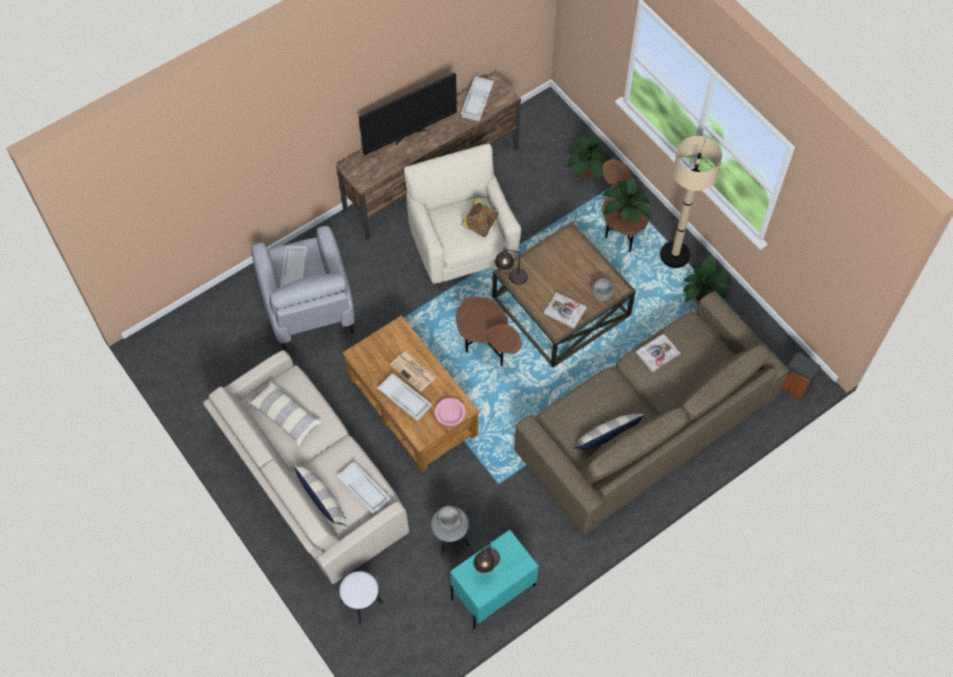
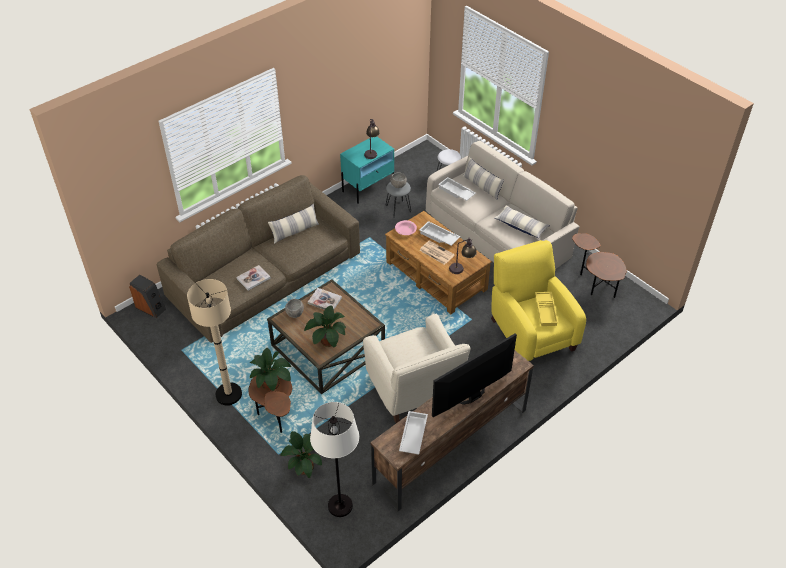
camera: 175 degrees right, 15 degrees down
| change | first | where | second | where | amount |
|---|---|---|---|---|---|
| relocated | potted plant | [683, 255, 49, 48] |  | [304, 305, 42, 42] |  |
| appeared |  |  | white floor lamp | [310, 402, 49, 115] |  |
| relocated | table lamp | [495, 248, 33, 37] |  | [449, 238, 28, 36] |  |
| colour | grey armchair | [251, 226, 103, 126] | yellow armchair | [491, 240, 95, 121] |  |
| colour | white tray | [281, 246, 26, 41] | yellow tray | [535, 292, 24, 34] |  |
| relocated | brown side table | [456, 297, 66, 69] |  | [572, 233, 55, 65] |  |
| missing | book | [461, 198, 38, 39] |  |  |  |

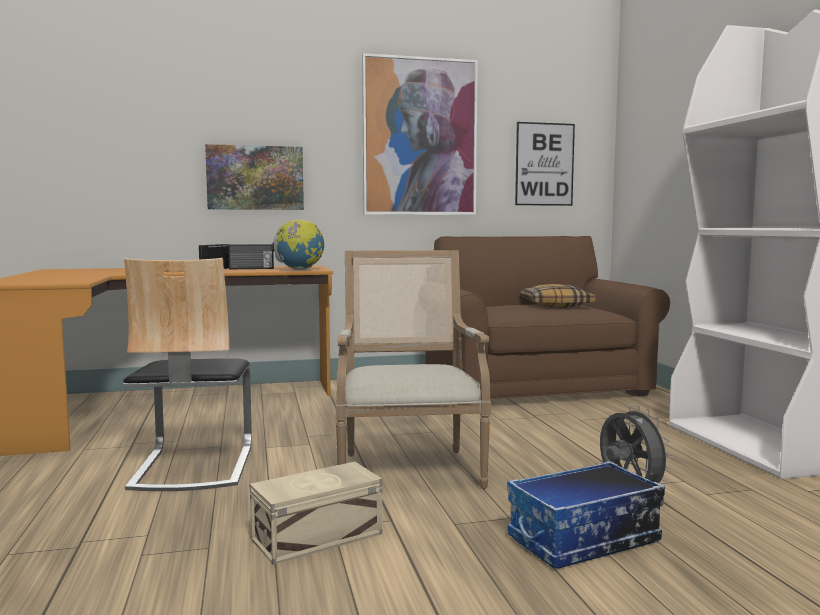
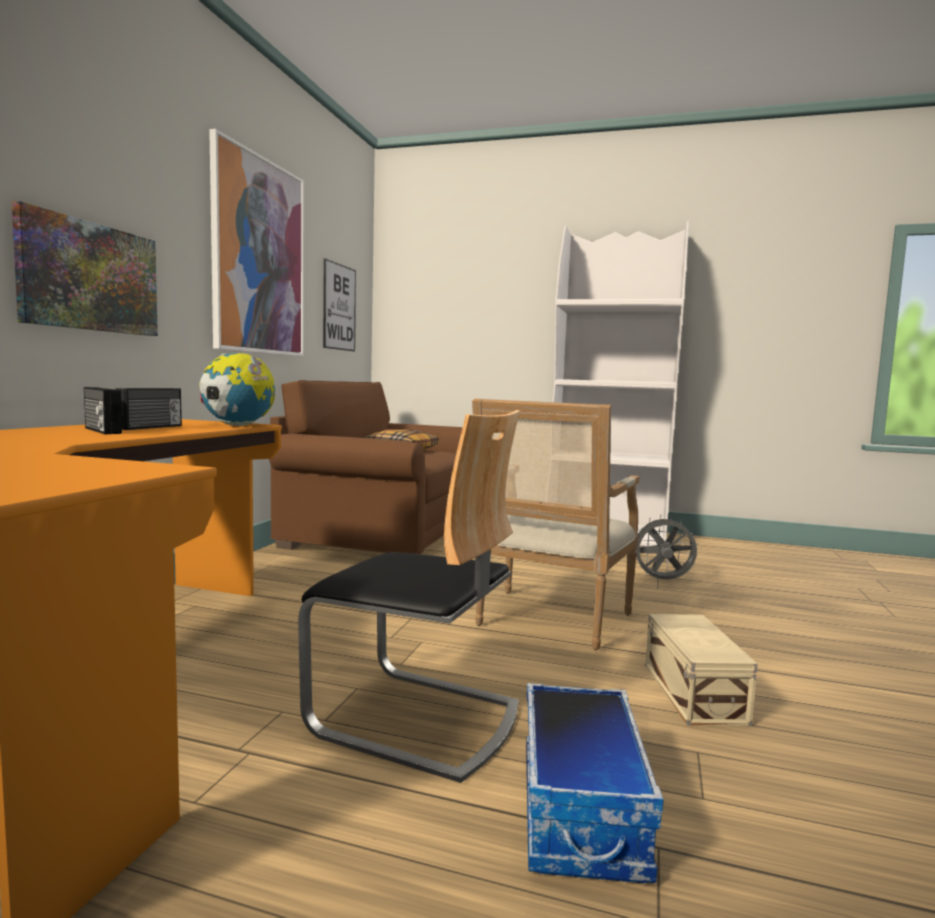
camera: 60 degrees left, 0 degrees up
| change | first | where | second | where | amount |
|---|---|---|---|---|---|
| spun | armchair | [336, 250, 155, 239] |  | [472, 399, 168, 251] | 90 degrees counterclockwise |
| relocated | storage box | [507, 461, 158, 108] |  | [526, 683, 138, 200] |  |

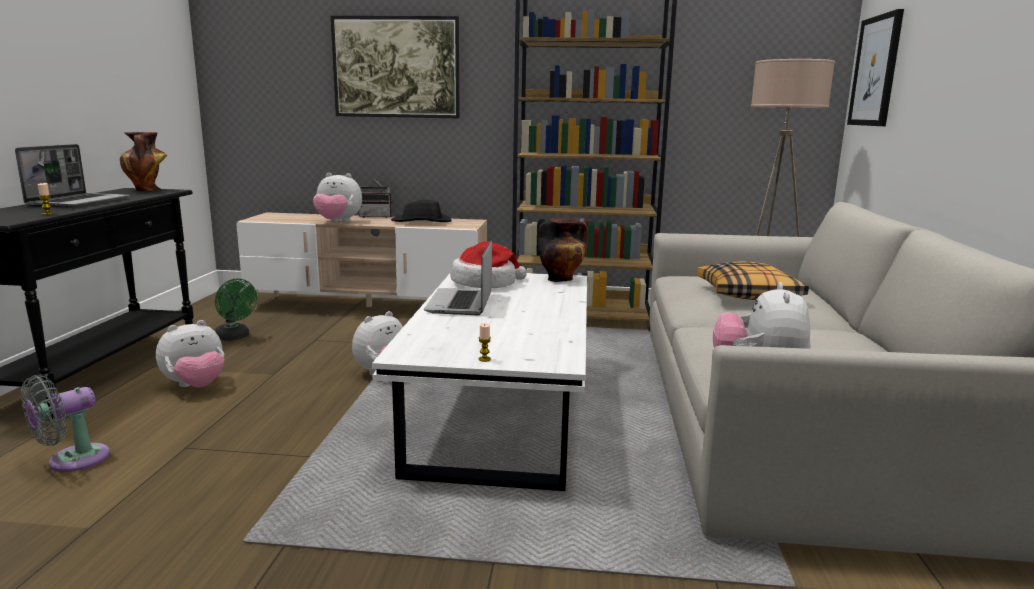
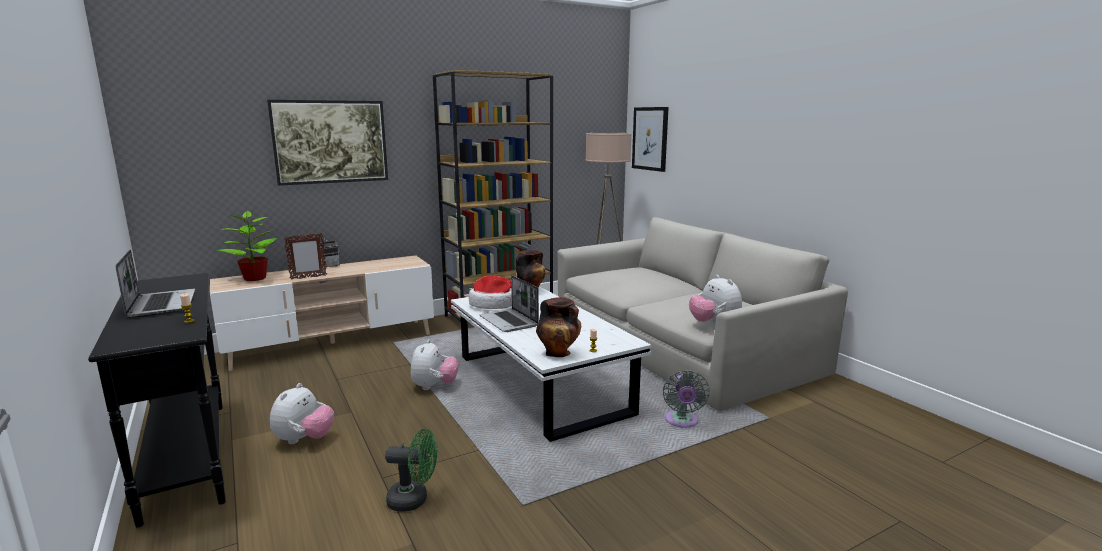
camera: 35 degrees left, 0 degrees up
| change | first | where | second | where | amount |
|---|---|---|---|---|---|
| appeared |  |  | potted plant | [216, 211, 62, 70] |  |
| exchanged | plush toy | [313, 173, 49, 49] | picture frame | [284, 233, 43, 47] |  |
| relocated | green fan | [215, 278, 42, 63] |  | [385, 429, 52, 83] |  |
| relocated | vase | [120, 132, 47, 59] |  | [536, 297, 45, 60] |  |
| relocated | grey fan | [21, 375, 89, 97] |  | [663, 370, 47, 58] |  |
| missing | black hat | [391, 200, 61, 22] |  |  |  |
| missing | pillow | [697, 261, 112, 39] |  |  |  |

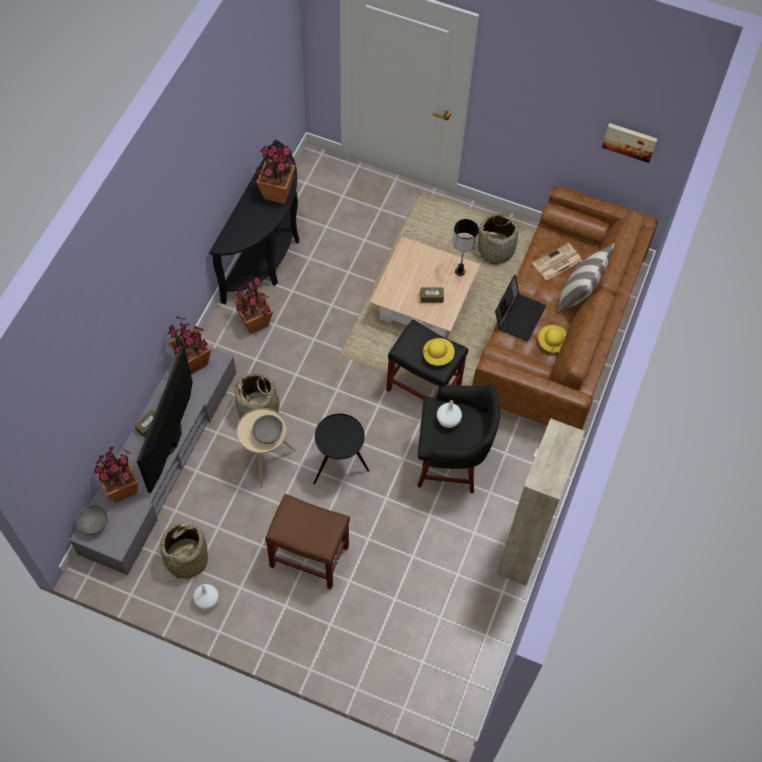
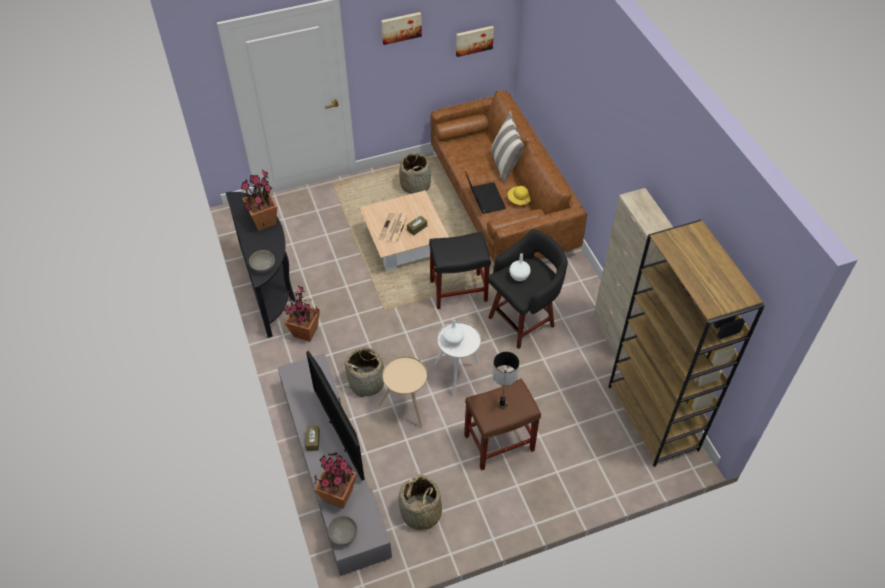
camera: 40 degrees left, 10 degrees down
| change | first | where | second | where | amount |
|---|---|---|---|---|---|
| relocated | grey bowl | [252, 415, 31, 29] |  | [249, 250, 26, 23] |  |
| relocated | newspaper | [532, 243, 50, 38] |  | [378, 212, 30, 31] |  |
| appeared |  |  | picture | [381, 12, 41, 33] |  |
| colour | black side table | [313, 414, 56, 71] | white side table | [434, 322, 47, 76] |  |
| relocated | white vase | [193, 584, 26, 25] |  | [443, 318, 21, 28] |  |
| relocated | table lamp | [452, 219, 27, 57] |  | [493, 352, 26, 57] |  |
| appeared |  |  | brown bookcase | [608, 220, 157, 247] |  |
| missing | potted plant | [167, 316, 44, 58] |  |  |  |
| missing | yellow hat | [422, 338, 33, 27] |  |  |  |

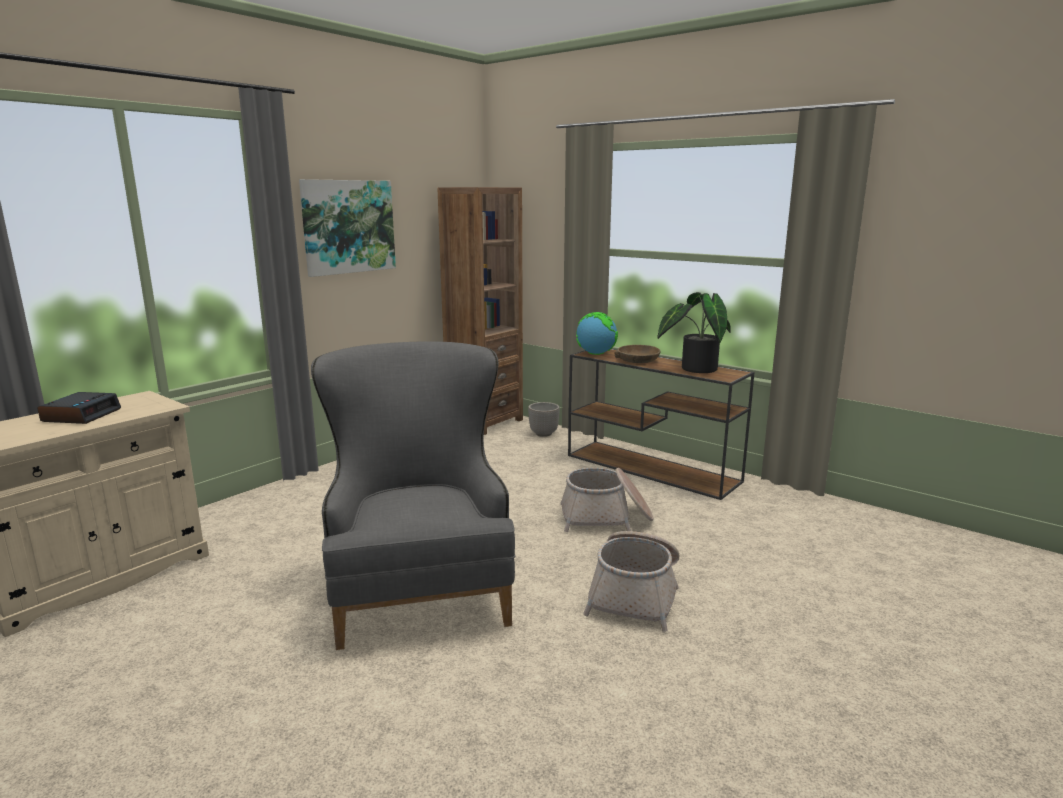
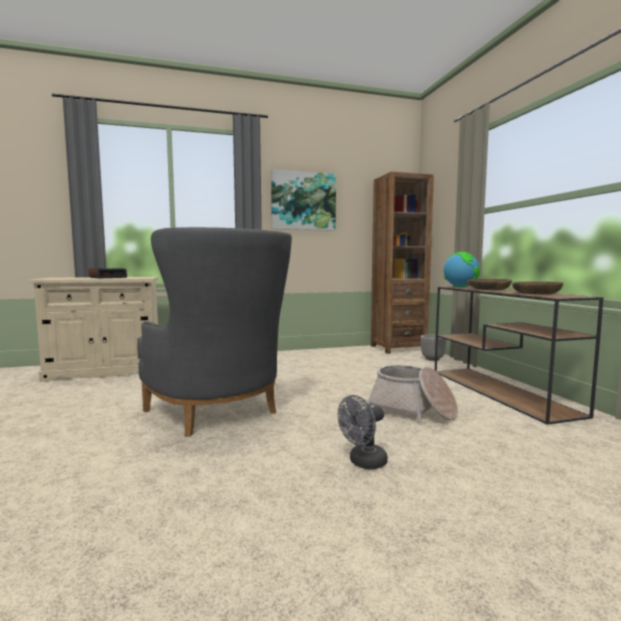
camera: 35 degrees right, 10 degrees down
| change | first | where | second | where | amount |
|---|---|---|---|---|---|
| spun | grey armchair | [311, 341, 204, 309] |  | [137, 227, 155, 210] | 120 degrees clockwise |
| exchanged | basket | [583, 531, 97, 101] | grey fan | [338, 395, 50, 74] |  |
| exchanged | potted plant | [657, 292, 74, 81] | brown bowl | [512, 281, 51, 13] |  |

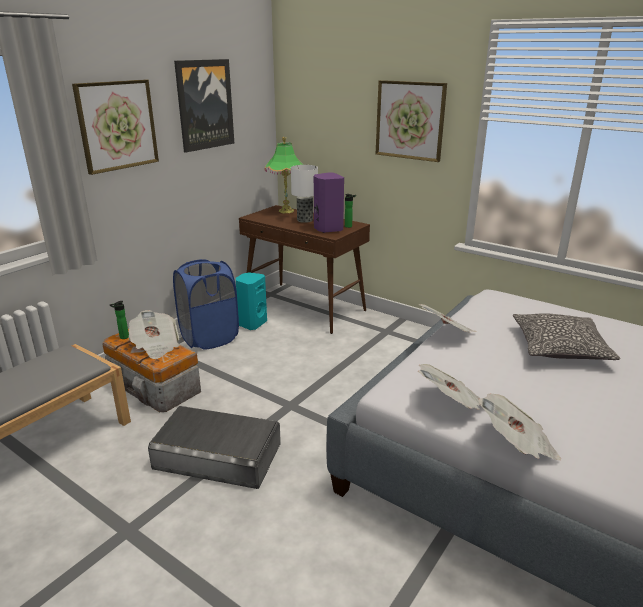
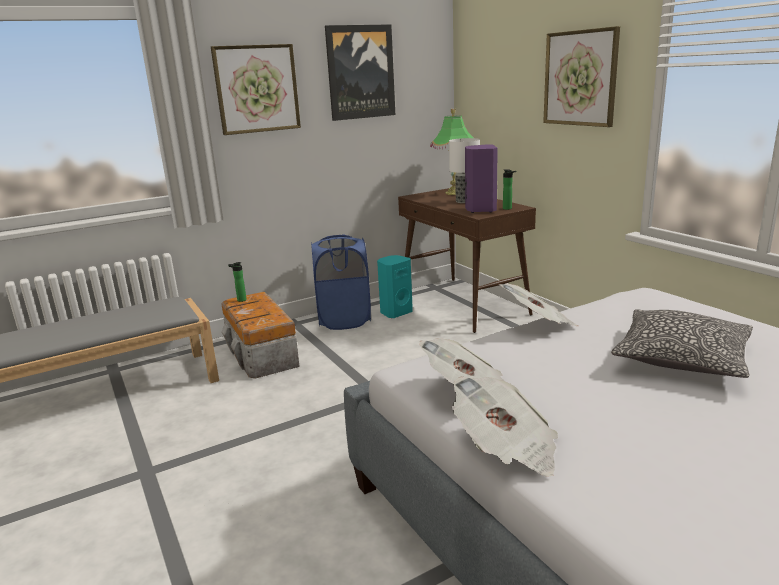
camera: 25 degrees right, 5 degrees down
| change | first | where | second | where | amount |
|---|---|---|---|---|---|
| missing | newspaper | [129, 310, 51, 49] |  |  |  |
| missing | grey storage box | [148, 406, 133, 83] |  |  |  |

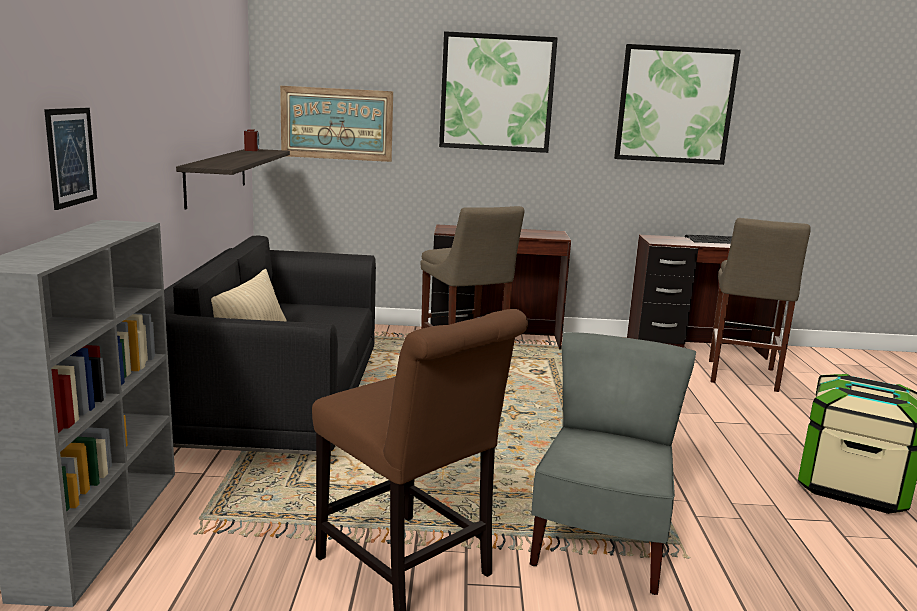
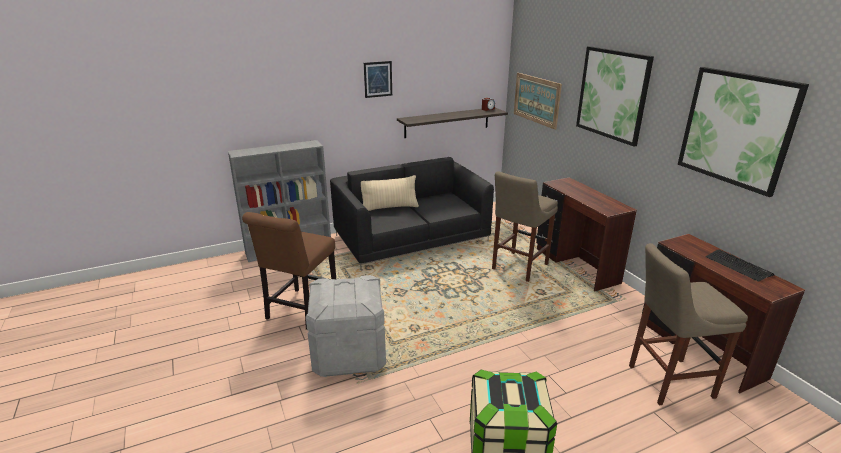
camera: 65 degrees right, 10 degrees up
| change | first | where | second | where | amount |
|---|---|---|---|---|---|
| exchanged | grey chair | [530, 332, 166, 263] | grey storage box | [306, 275, 80, 102] |  |
| relocated | picture | [44, 108, 53, 102] |  | [364, 61, 28, 37] |  |

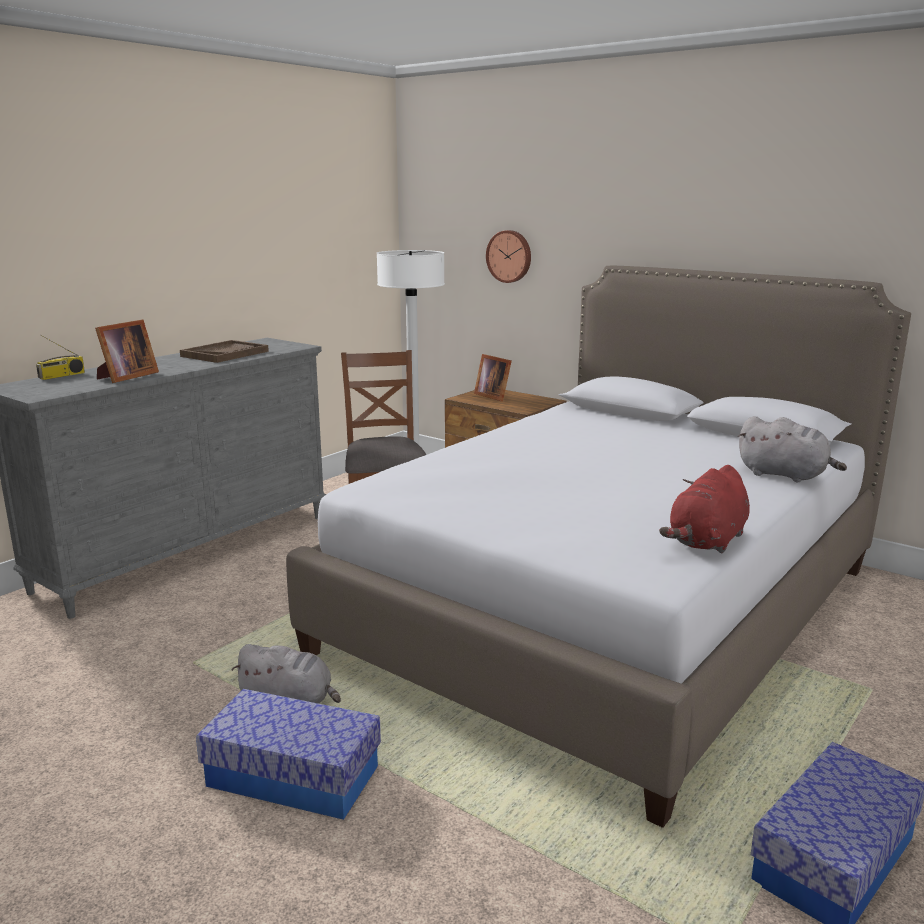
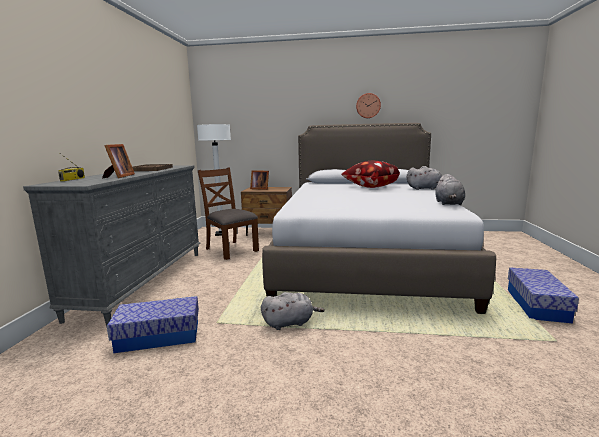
camera: 30 degrees left, 5 degrees down
| change | first | where | second | where | amount |
|---|---|---|---|---|---|
| relocated | storage box | [196, 689, 185, 131] |  | [107, 296, 92, 57] |  |
| appeared |  |  | pillow | [341, 161, 59, 27] |  |
| relocated | wall clock | [486, 230, 45, 53] |  | [356, 93, 25, 25] |  |
| colour | red plush toy | [659, 465, 91, 88] | grey plush toy | [435, 174, 30, 31] |  |

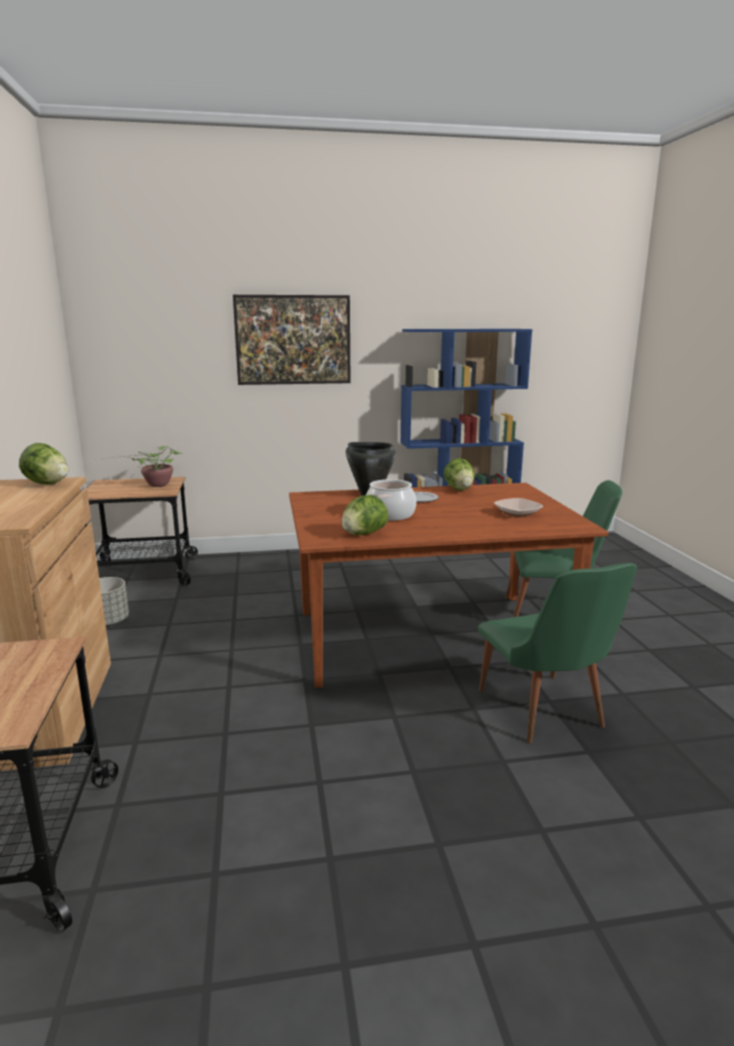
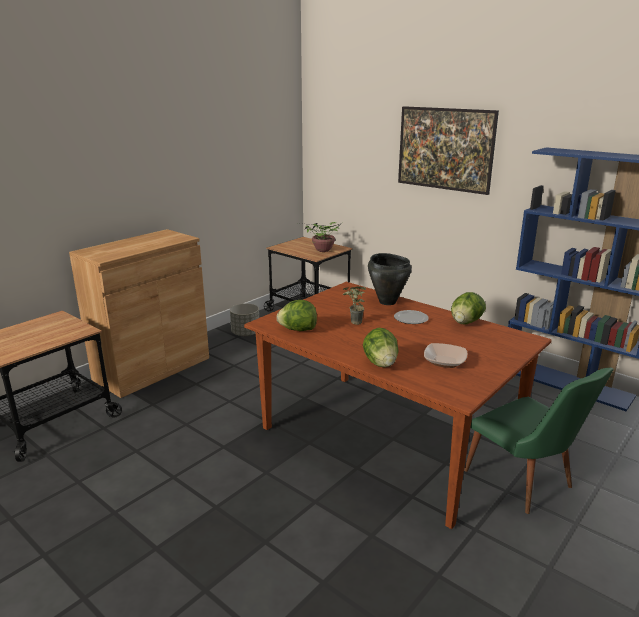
camera: 50 degrees right, 5 degrees up
| change | first | where | second | where | amount |
|---|---|---|---|---|---|
| exchanged | cooking pot | [366, 479, 50, 42] | potted plant | [343, 286, 23, 39] |  |
| relocated | lettuce | [19, 443, 50, 42] |  | [363, 328, 35, 39] |  |
| missing | green chair | [478, 563, 159, 180] |  |  |  |

